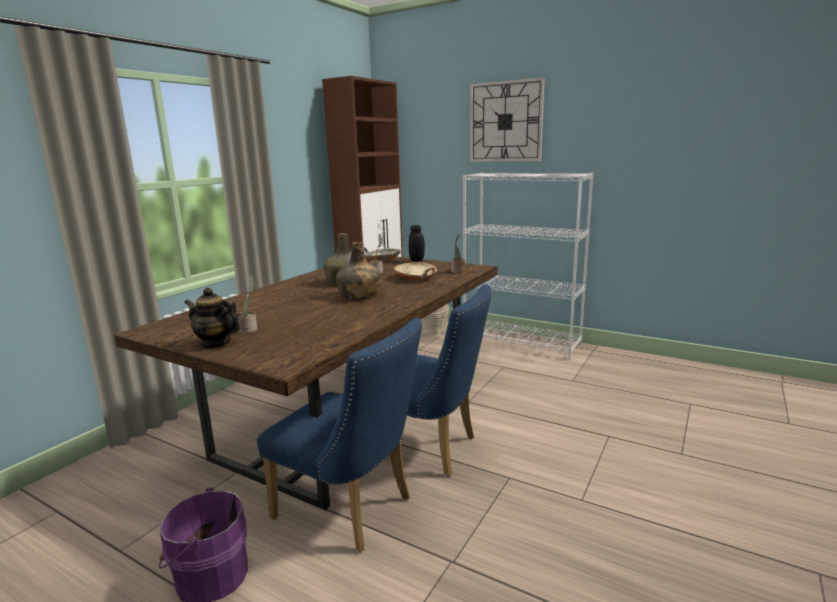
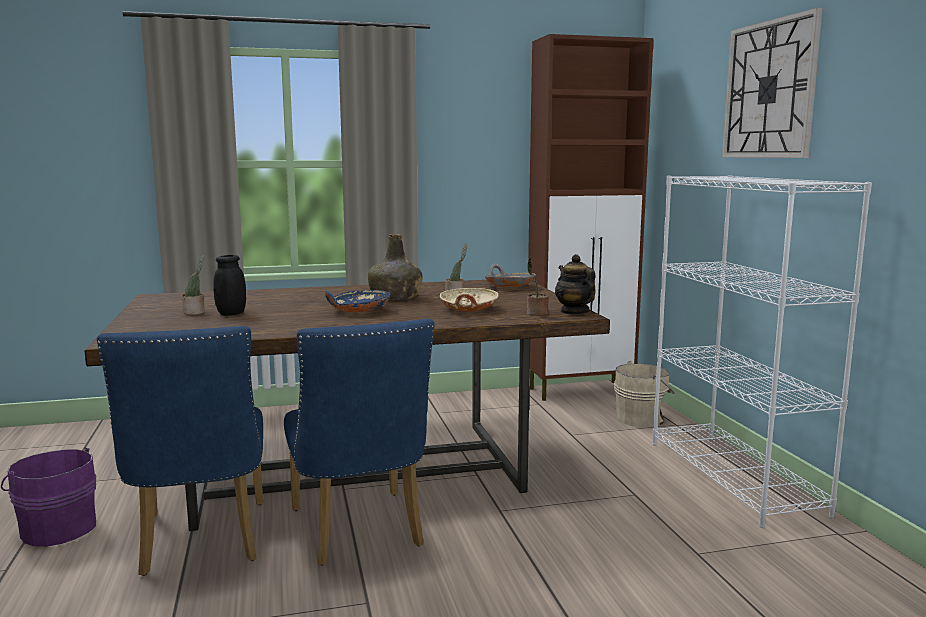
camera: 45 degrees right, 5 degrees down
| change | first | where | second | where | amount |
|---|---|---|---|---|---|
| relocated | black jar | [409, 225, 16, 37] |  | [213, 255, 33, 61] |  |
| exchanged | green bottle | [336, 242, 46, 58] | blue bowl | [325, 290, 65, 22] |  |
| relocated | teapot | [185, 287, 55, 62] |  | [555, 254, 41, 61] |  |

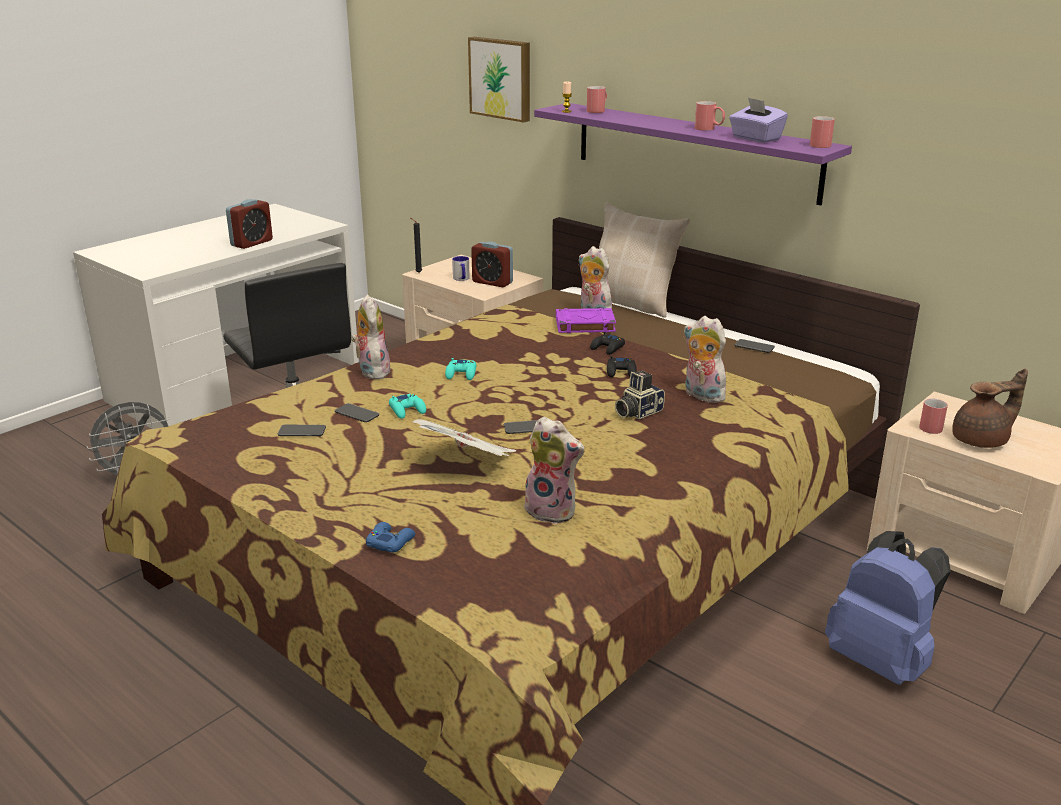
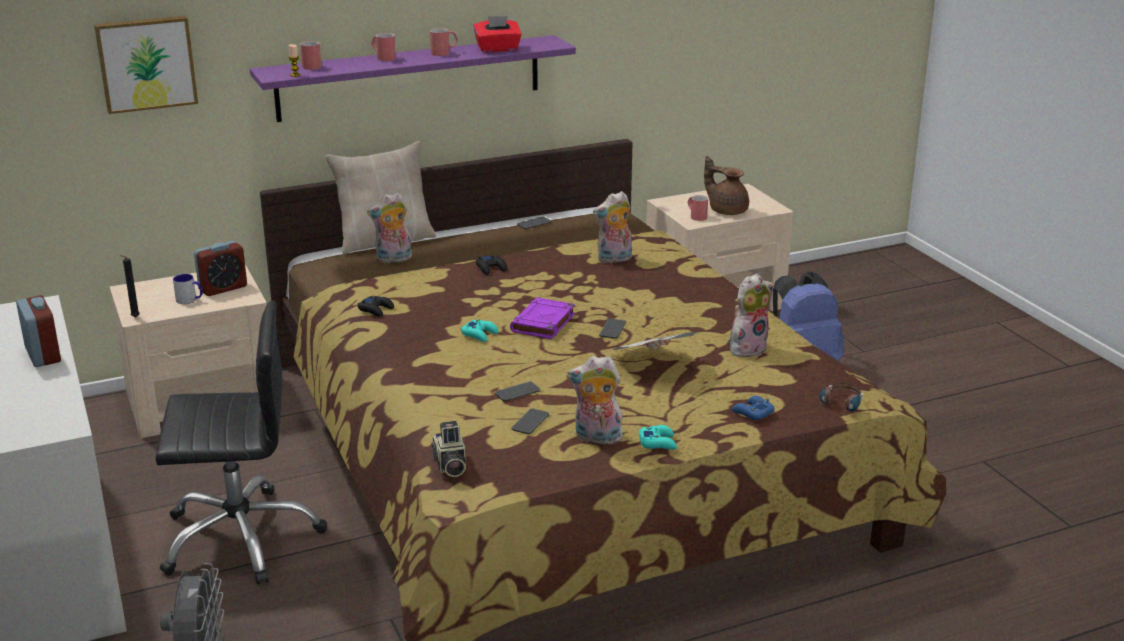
camera: 65 degrees left, 0 degrees up
| change | first | where | second | where | amount |
|---|---|---|---|---|---|
| relocated | black game controller | [607, 356, 30, 21] |  | [358, 296, 36, 21] |  |
| relocated | red mug | [810, 116, 25, 32] |  | [372, 33, 24, 28] |  |
| relocated | photo camera | [615, 371, 50, 48] |  | [431, 421, 35, 56] |  |
| colour | purple tissue box | [729, 97, 59, 46] | red tissue box | [473, 16, 49, 36] |  |
| relocated | purple book | [556, 308, 60, 25] |  | [510, 297, 65, 42] |  |
| relocated | plush toy | [351, 295, 41, 84] |  | [568, 356, 55, 88] |  |
| relocated | turquoise game controller | [389, 394, 37, 25] |  | [639, 425, 38, 24] |  |
| spun | brown teapot | [952, 369, 76, 79] |  | [704, 156, 45, 59] | 60 degrees counterclockwise |
| appeared |  |  | headphones | [818, 383, 45, 29] |  |

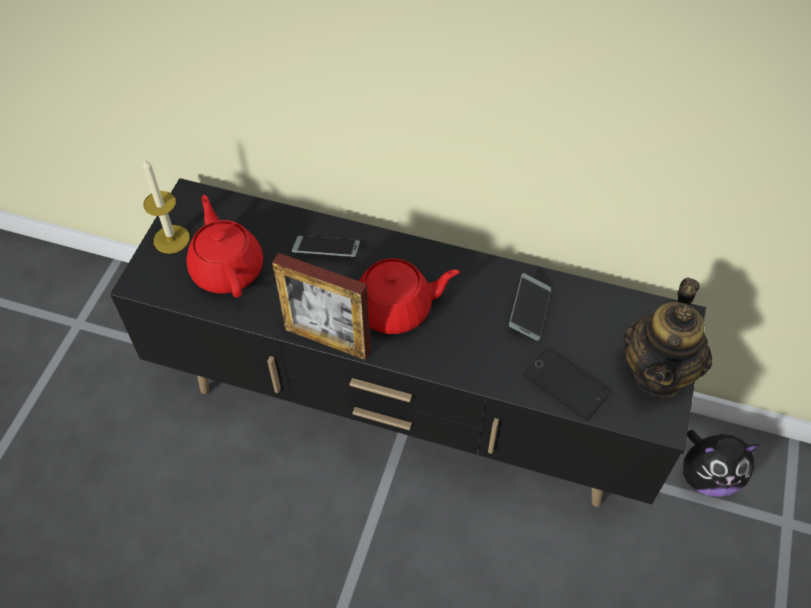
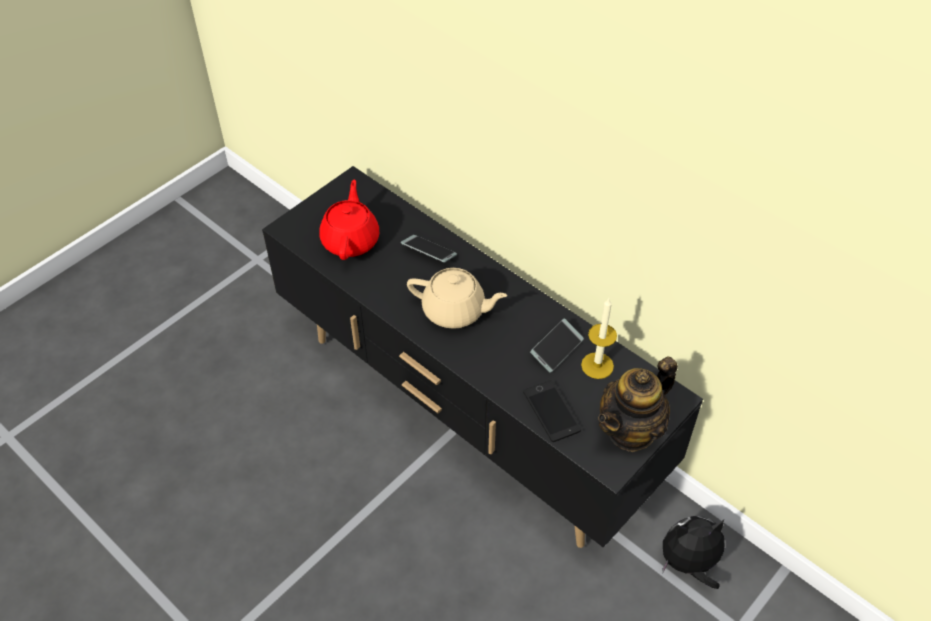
camera: 25 degrees right, 5 degrees down
| change | first | where | second | where | amount |
|---|---|---|---|---|---|
| colour | red teapot | [359, 258, 101, 76] | beige teapot | [407, 268, 100, 61] |  |
| relocated | candle | [143, 157, 47, 97] |  | [581, 298, 36, 81] |  |
| spun | plush toy | [683, 430, 76, 67] |  | [662, 516, 63, 73] | 150 degrees clockwise |
| missing | picture frame | [272, 253, 99, 107] |  |  |  |

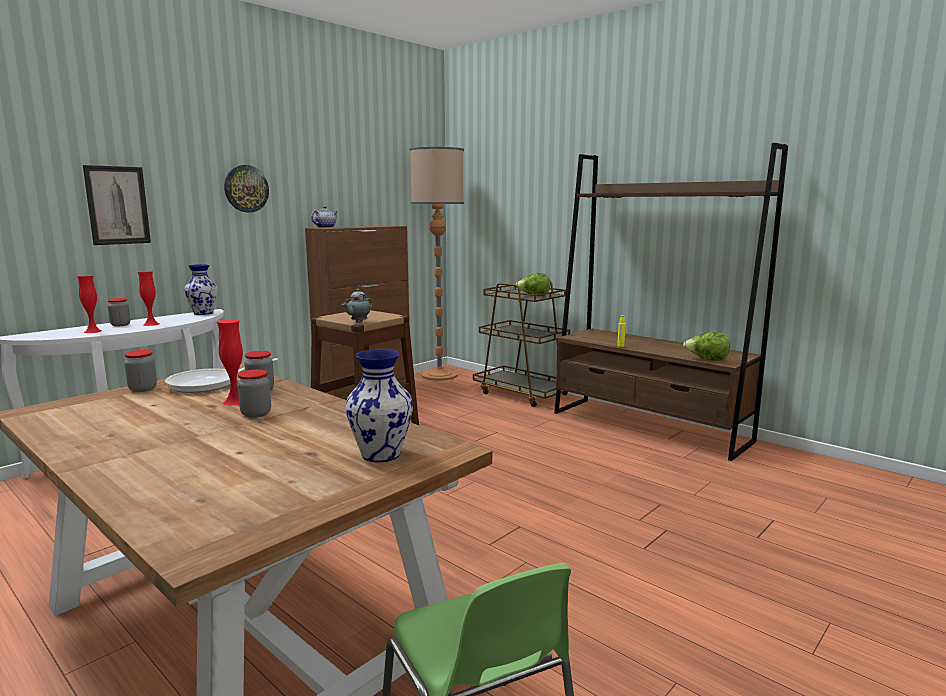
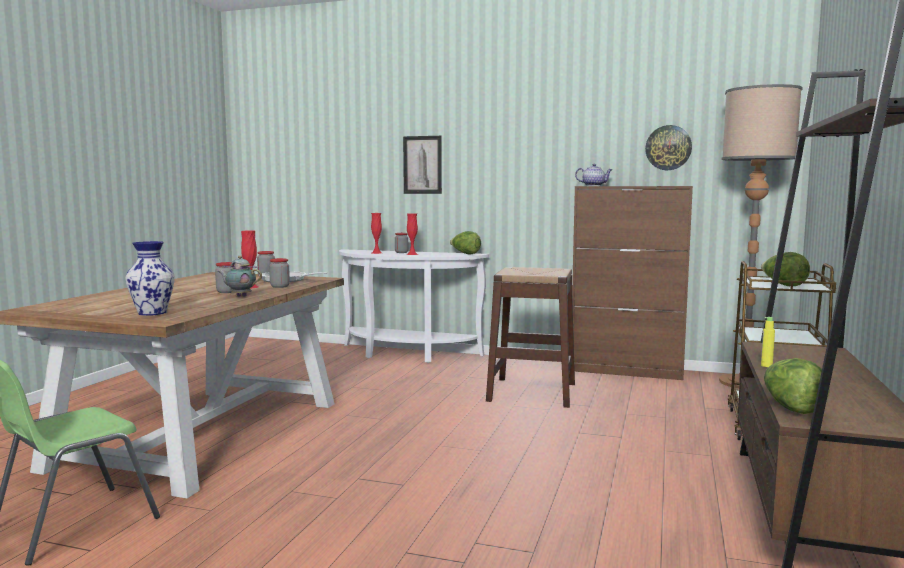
camera: 65 degrees right, 5 degrees down
| change | first | where | second | where | amount |
|---|---|---|---|---|---|
| relocated | teapot | [342, 289, 31, 34] |  | [218, 256, 44, 41] |  |
| exchanged | vase | [184, 264, 34, 51] | lettuce | [450, 231, 31, 23] |  |
| relocated | wall clock | [224, 165, 45, 47] |  | [645, 125, 47, 45] |  |

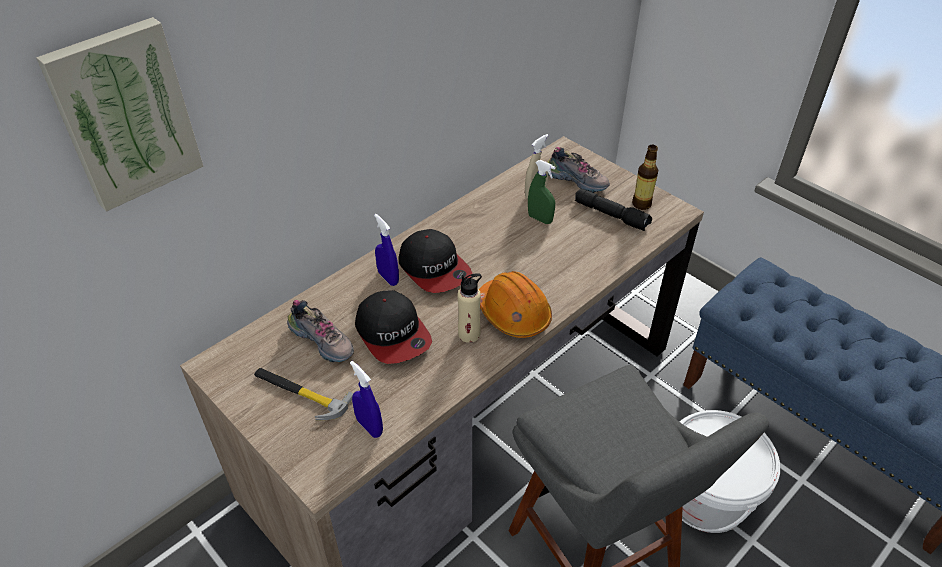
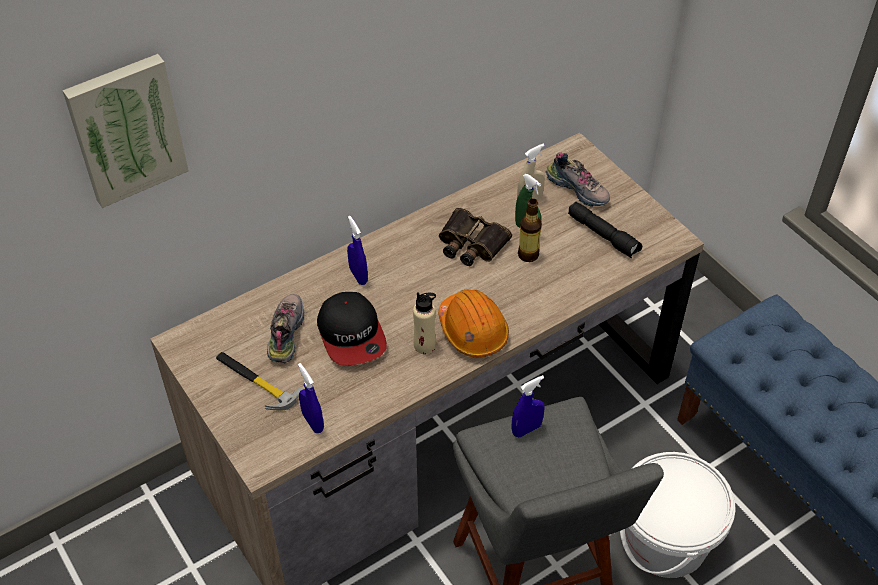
camera: 10 degrees right, 5 degrees up
| change | first | where | second | where | amount |
|---|---|---|---|---|---|
| spun | shoe | [287, 300, 67, 63] |  | [267, 294, 37, 69] | 135 degrees counterclockwise |
| appeared |  |  | binoculars | [439, 208, 73, 58] |  |
| appeared |  |  | blue spray bottle | [512, 375, 33, 63] |  |
| relocated | bottle | [632, 144, 26, 66] |  | [518, 199, 24, 63] |  |
| missing | cap | [399, 229, 73, 64] |  |  |  |

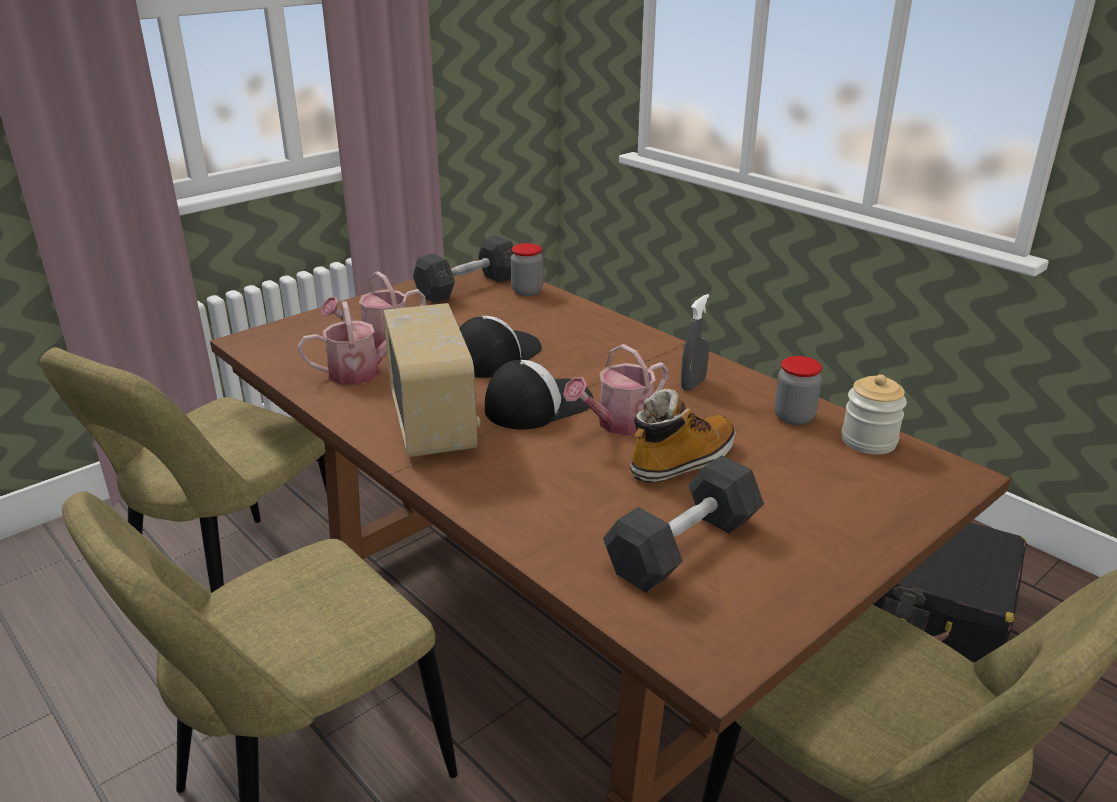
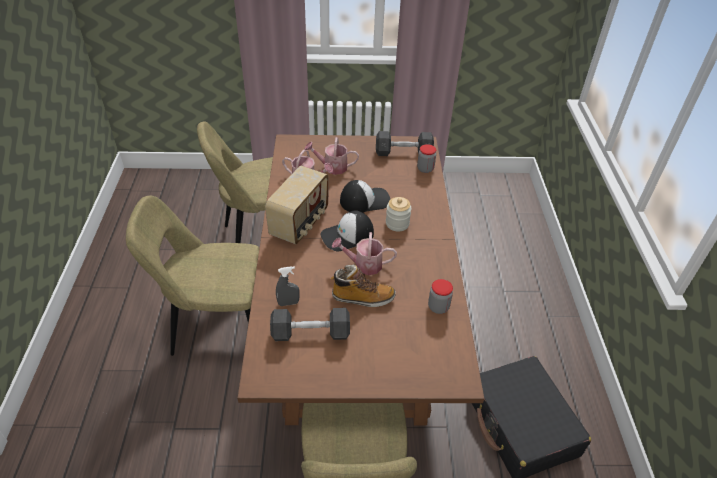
camera: 40 degrees right, 15 degrees up
| change | first | where | second | where | amount |
|---|---|---|---|---|---|
| relocated | grey spray bottle | [681, 294, 28, 97] |  | [276, 266, 24, 40] |  |
| spun | cap | [485, 360, 108, 69] |  | [321, 210, 53, 42] | 150 degrees clockwise |
| relocated | jar | [842, 374, 65, 81] |  | [386, 197, 25, 34] |  |

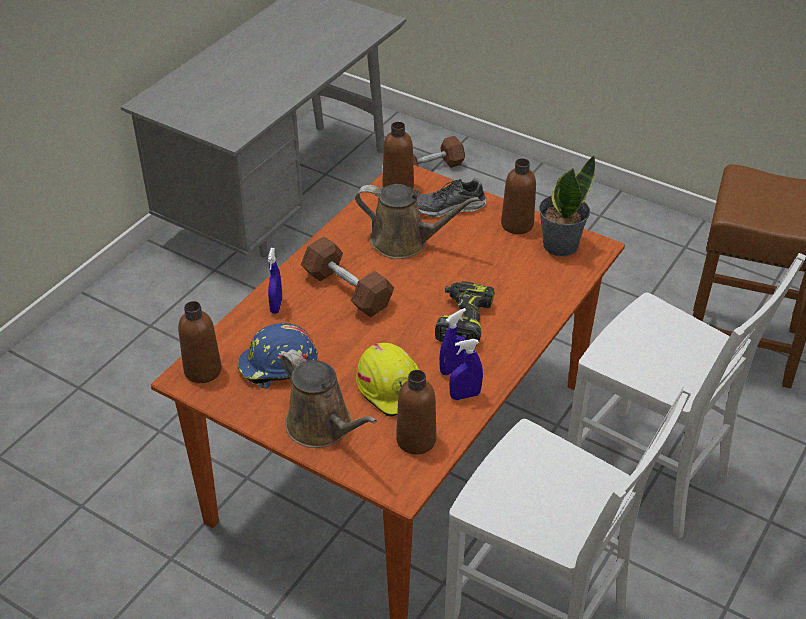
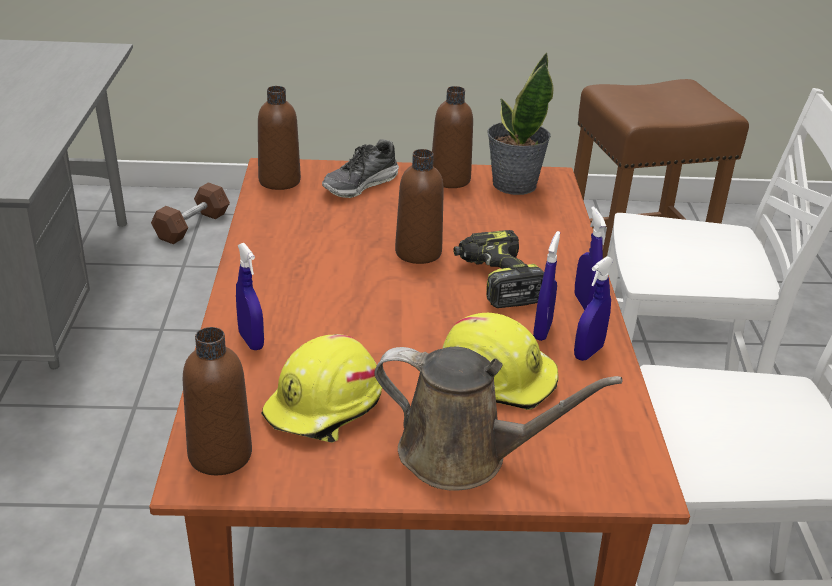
camera: 35 degrees left, 10 degrees down
| change | first | where | second | where | amount |
|---|---|---|---|---|---|
| colour | blue hard hat | [237, 323, 81, 66] | yellow hard hat | [261, 334, 121, 109] |  |
| relocated | brown bottle | [396, 370, 40, 85] |  | [395, 149, 49, 115] |  |
| appeared |  |  | blue spray bottle | [575, 207, 31, 103] |  |
| missing | brown dumbbell | [301, 236, 93, 81] |  |  |  |
| missing | brown watering can | [355, 184, 124, 75] |  |  |  |

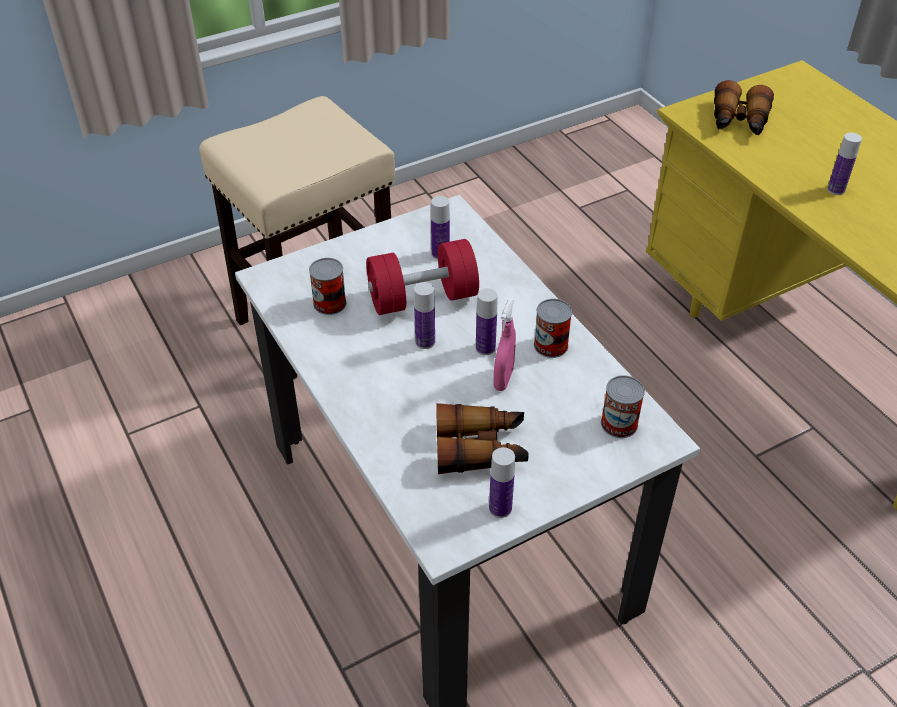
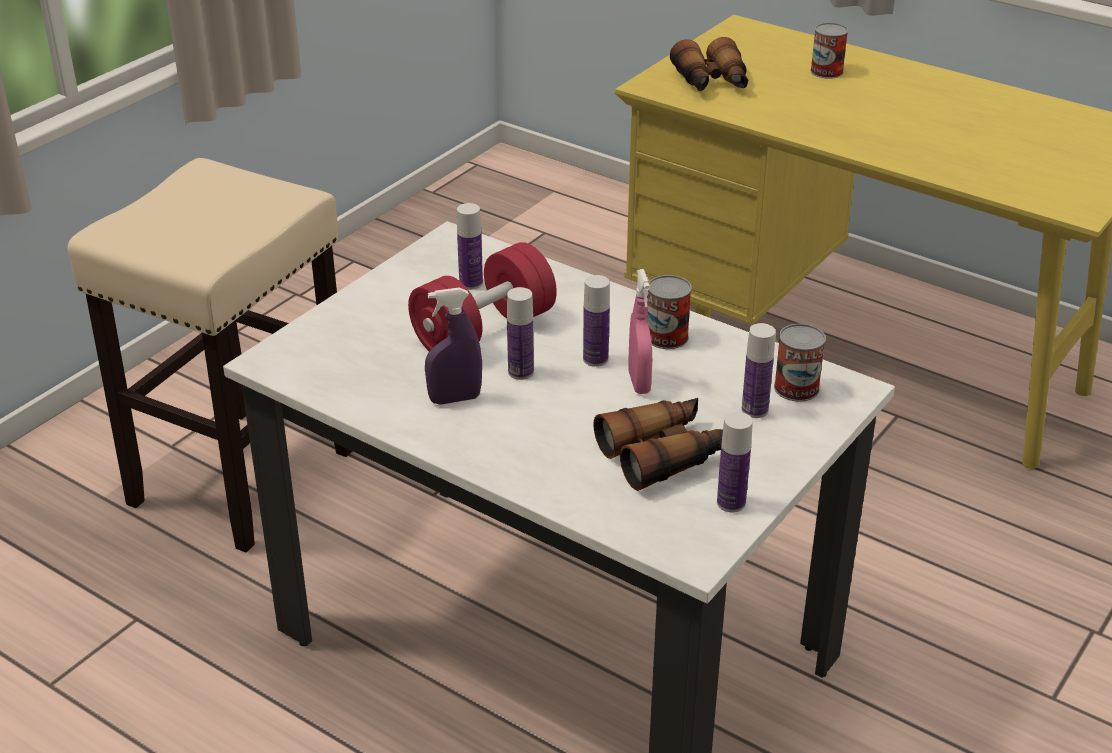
camera: 25 degrees left, 10 degrees down
| change | first | where | second | where | amount |
|---|---|---|---|---|---|
| appeared |  |  | purple spray bottle | [425, 288, 57, 117] |  |
| relocated | bottle | [827, 133, 35, 62] |  | [742, 323, 34, 95] |  |
| relocated | can | [309, 258, 37, 57] |  | [810, 23, 38, 56] |  |

